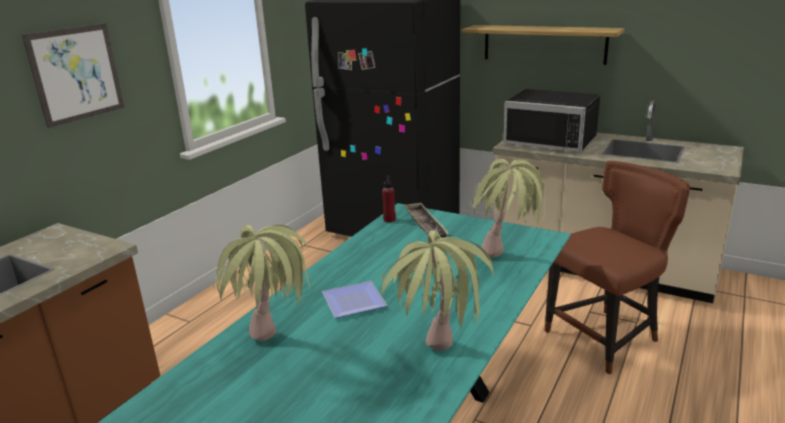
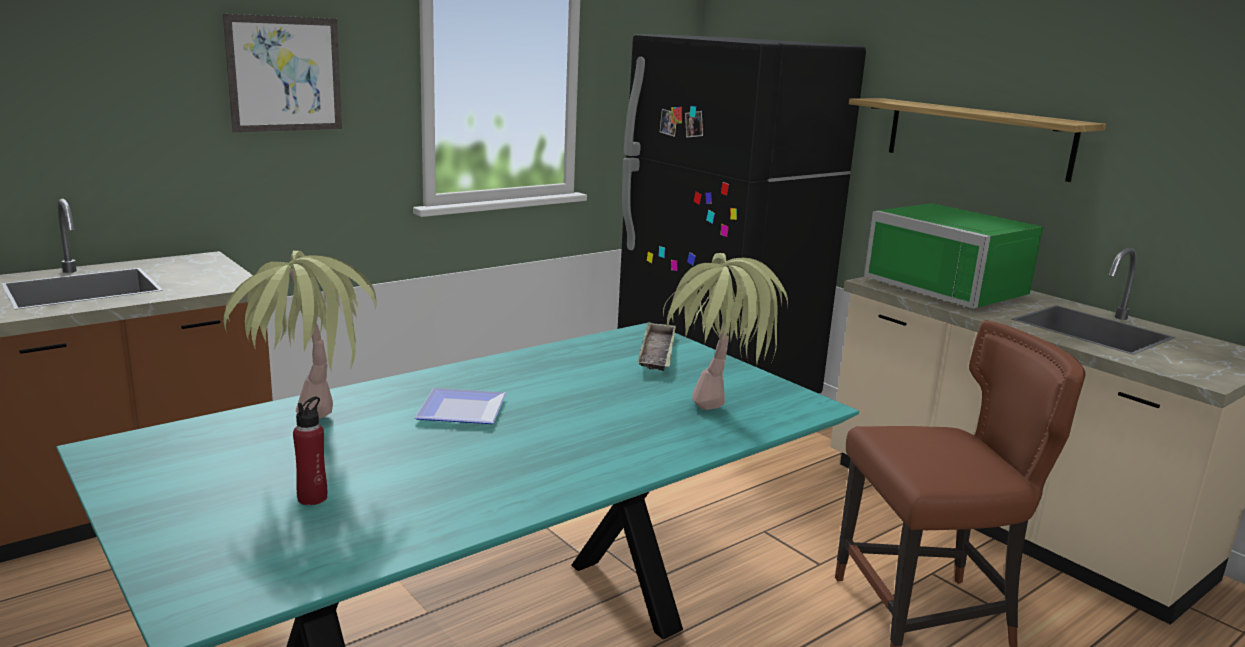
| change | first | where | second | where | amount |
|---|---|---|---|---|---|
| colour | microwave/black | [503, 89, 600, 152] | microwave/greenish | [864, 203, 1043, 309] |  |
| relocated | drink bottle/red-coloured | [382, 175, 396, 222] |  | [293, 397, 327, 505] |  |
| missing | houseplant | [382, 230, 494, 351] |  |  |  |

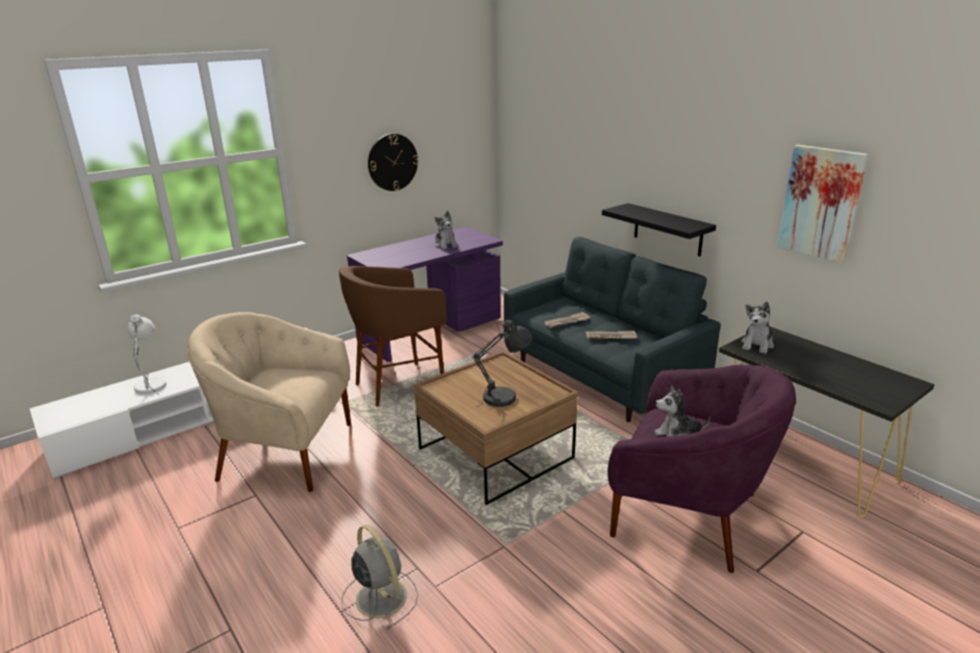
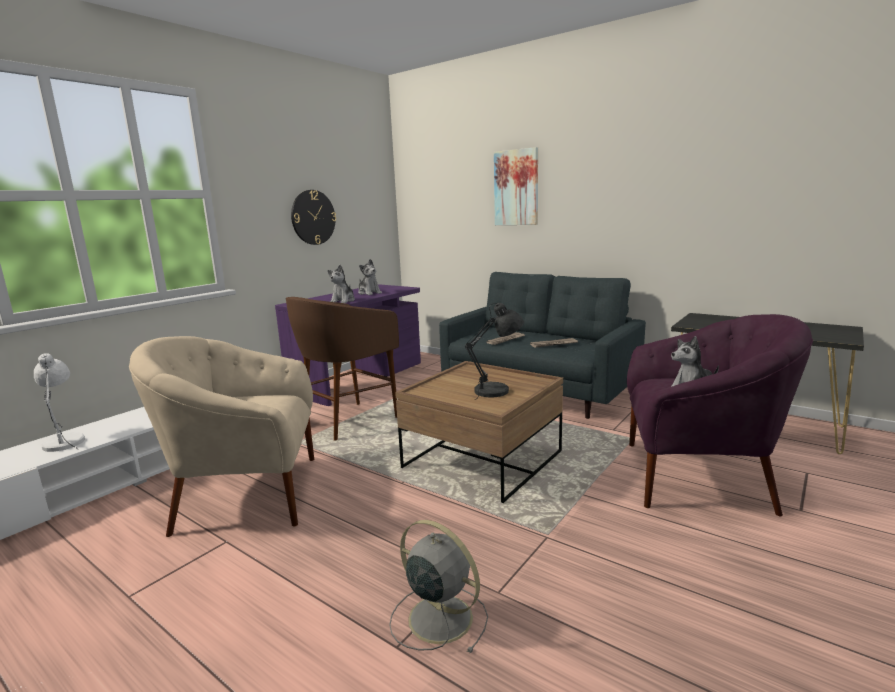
| change | first | where | second | where | amount |
|---|---|---|---|---|---|
| relocated | wall picture | [777, 145, 869, 263] |  | [494, 147, 538, 225] |  |
| missing | bracket shelf/black | [602, 203, 716, 256] |  |  |  |
| relocated | cuddly toy | [741, 302, 774, 354] |  | [328, 265, 355, 303] |  |

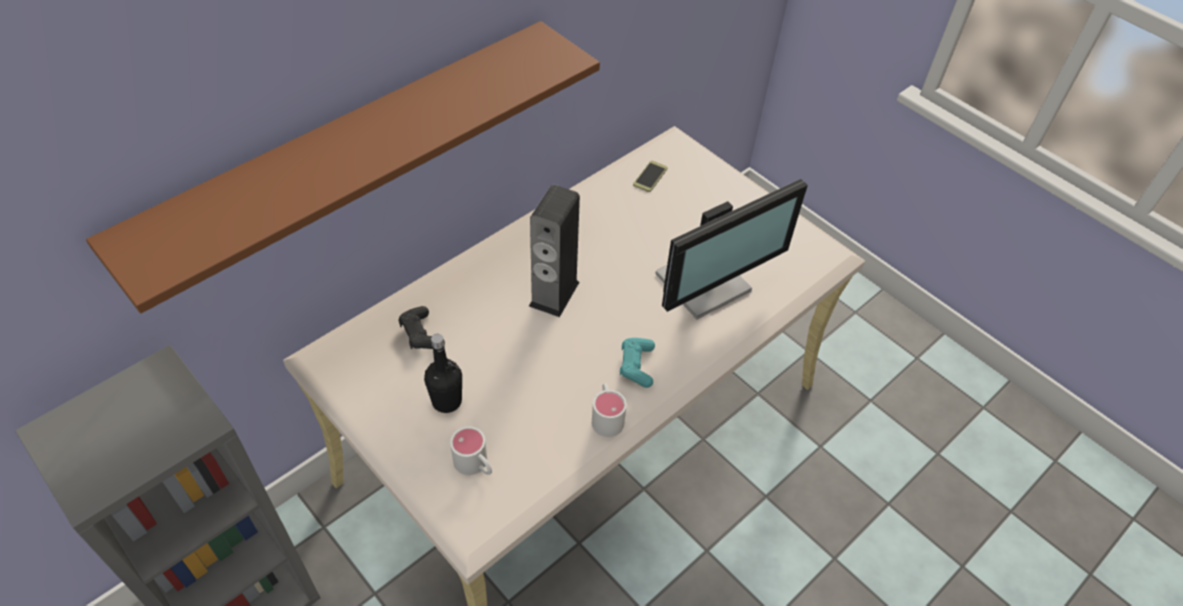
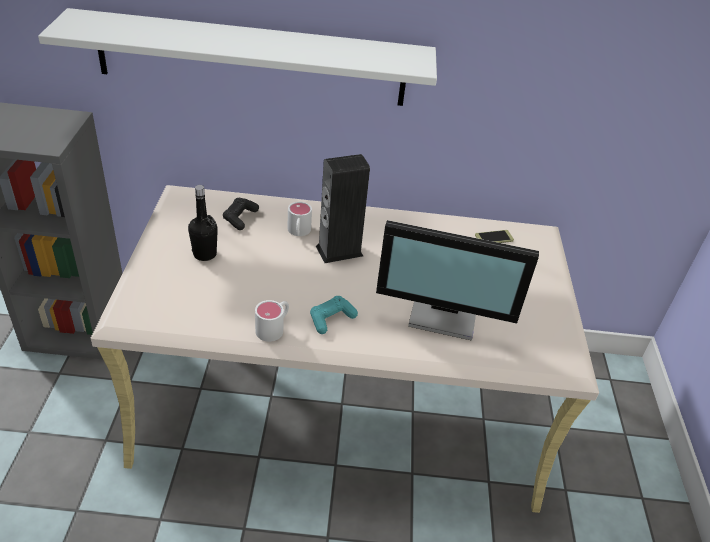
| change | first | where | second | where | amount |
|---|---|---|---|---|---|
| colour | bracket shelf/brown-coloured | [86, 21, 600, 313] | bracket shelf/white-coloured | [38, 8, 437, 106] |  |
| relocated | tea mug/white-coloured | [450, 426, 492, 475] |  | [287, 202, 312, 236] |  |

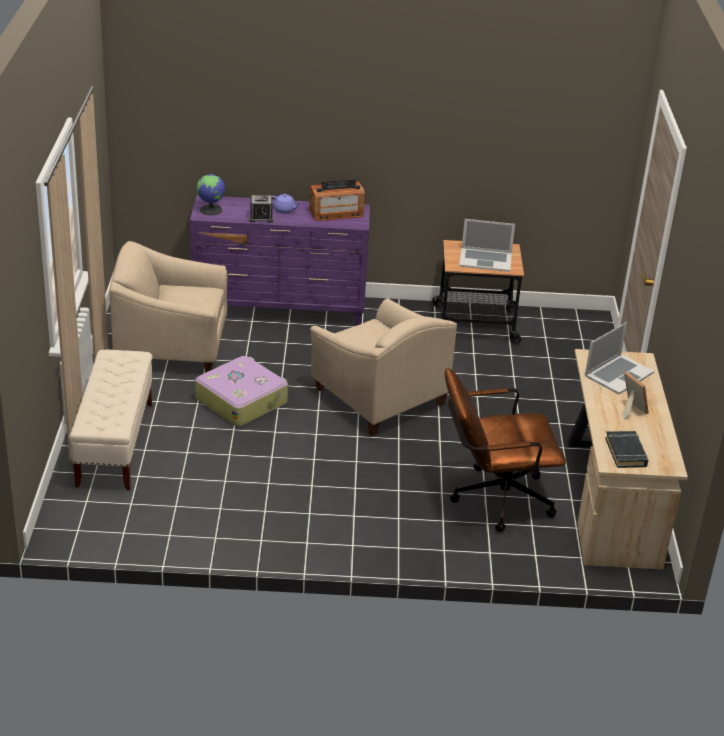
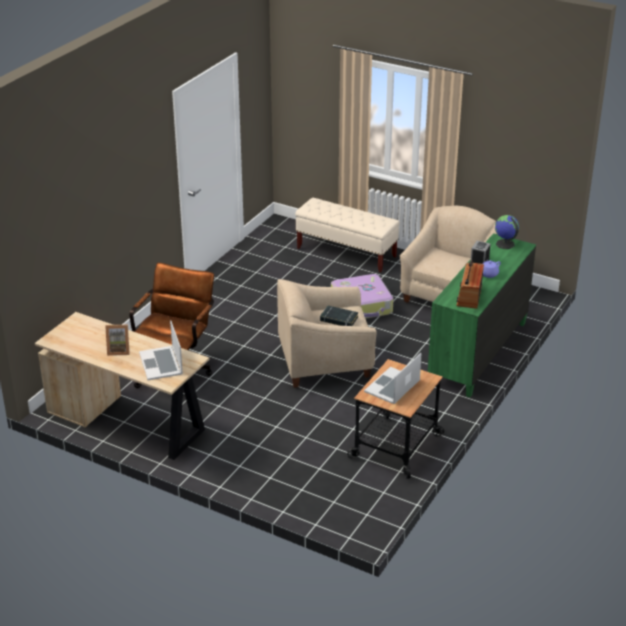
| change | first | where | second | where | amount |
|---|---|---|---|---|---|
| colour | chest of drawers/purple | [190, 195, 370, 325] | chest of drawers/greenish | [428, 233, 536, 397] |  |
| relocated | volume/black | [605, 431, 648, 468] |  | [320, 306, 358, 326] |  |

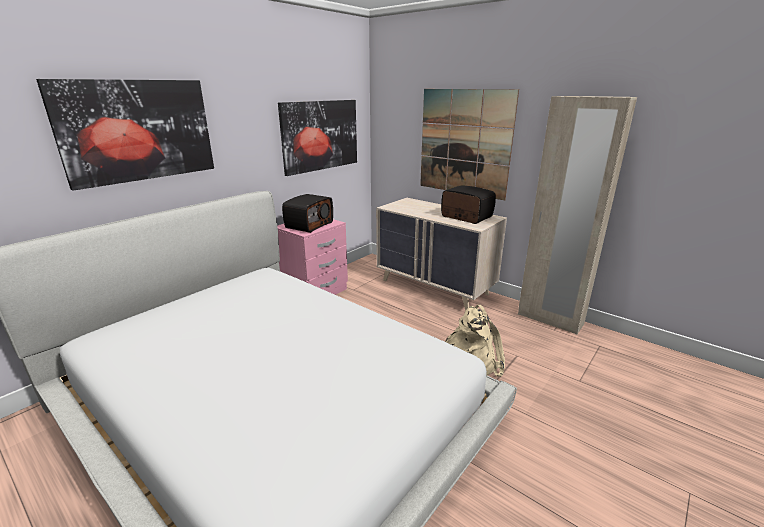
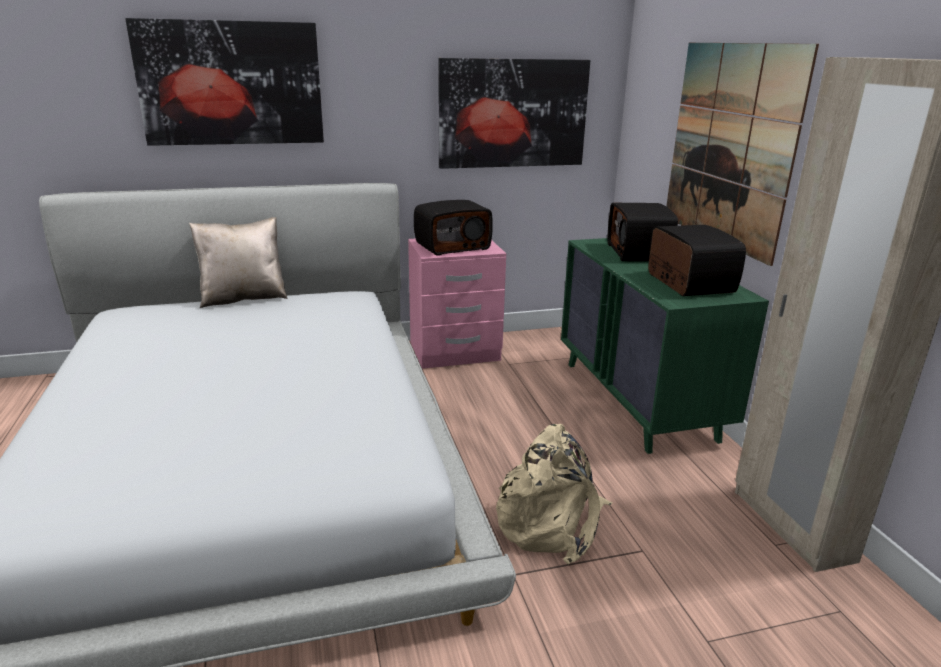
| change | first | where | second | where | amount |
|---|---|---|---|---|---|
| colour | chest of drawers/beige-coloured | [376, 198, 507, 310] | chest of drawers/greenish | [561, 238, 769, 454] |  |
| appeared |  |  | radio | [607, 203, 678, 262] |  |
| appeared |  |  | pillow/beige-coloured | [189, 217, 288, 308] |  |

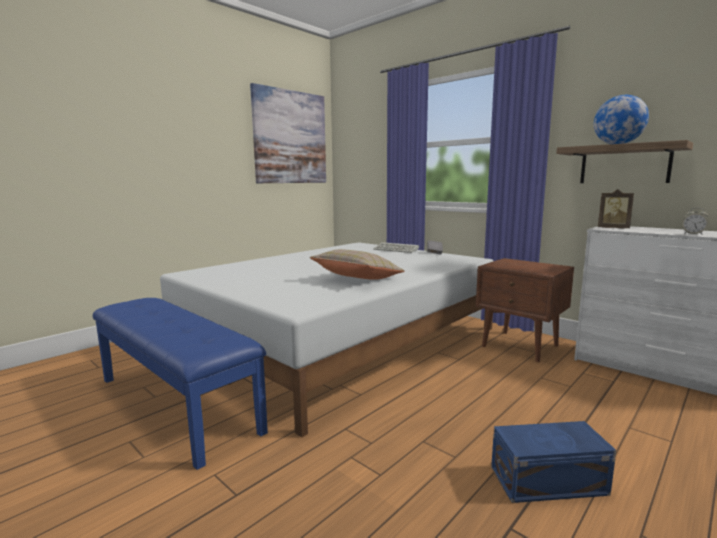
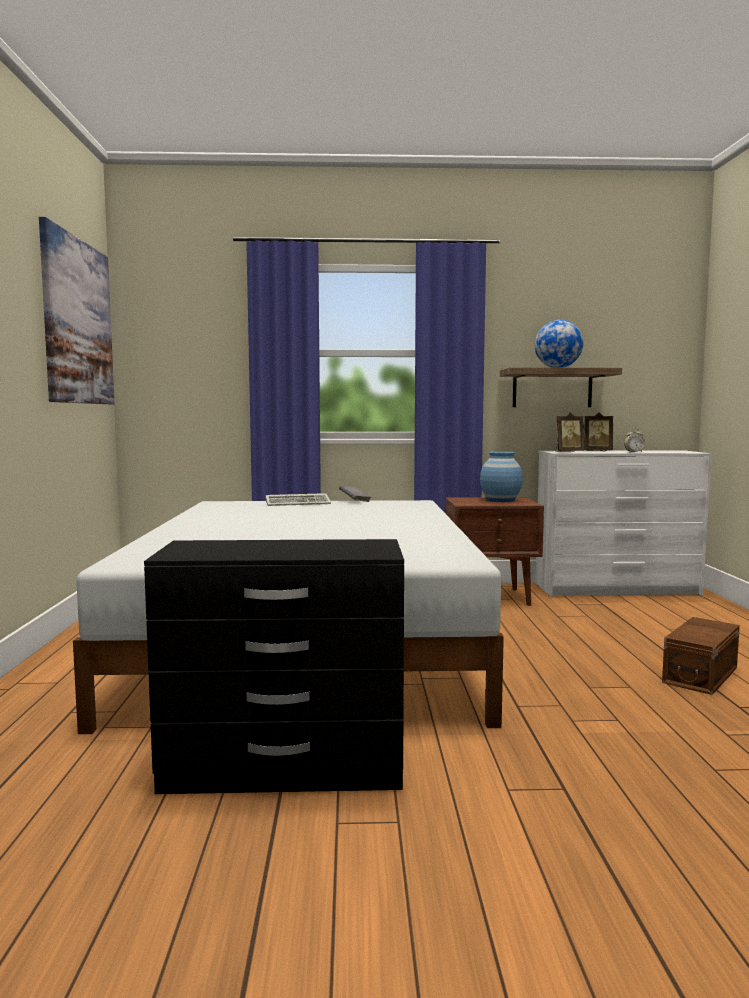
| change | first | where | second | where | amount |
|---|---|---|---|---|---|
| missing | pillow/beige-coloured | [310, 249, 405, 280] |  |  |  |
| exchanged | indoor bench/blue | [93, 298, 268, 470] | chest of drawers/black | [144, 539, 404, 794] |  |
| colour | storage box/blue | [491, 421, 616, 503] | storage box/brown-coloured | [662, 617, 740, 695] |  |
| appeared |  |  | standing frame | [584, 412, 613, 451] |  |
| appeared |  |  | decorative vase/blue | [480, 451, 523, 502] |  |

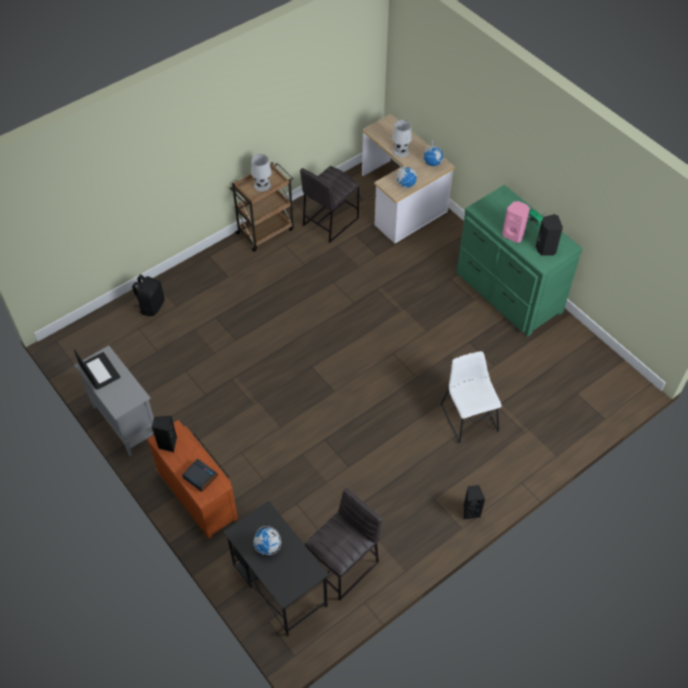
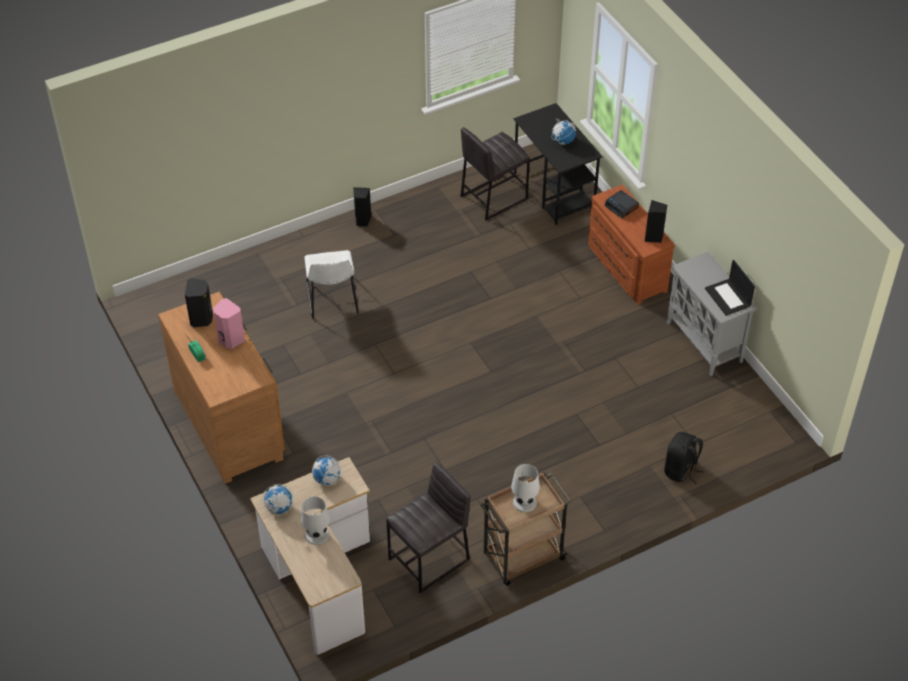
| change | first | where | second | where | amount |
|---|---|---|---|---|---|
| colour | chest of drawers/greenish | [457, 185, 583, 337] | chest of drawers/brown-coloured | [158, 292, 285, 484] |  |

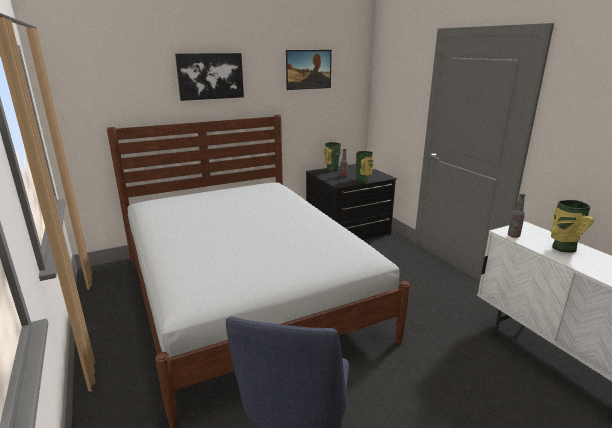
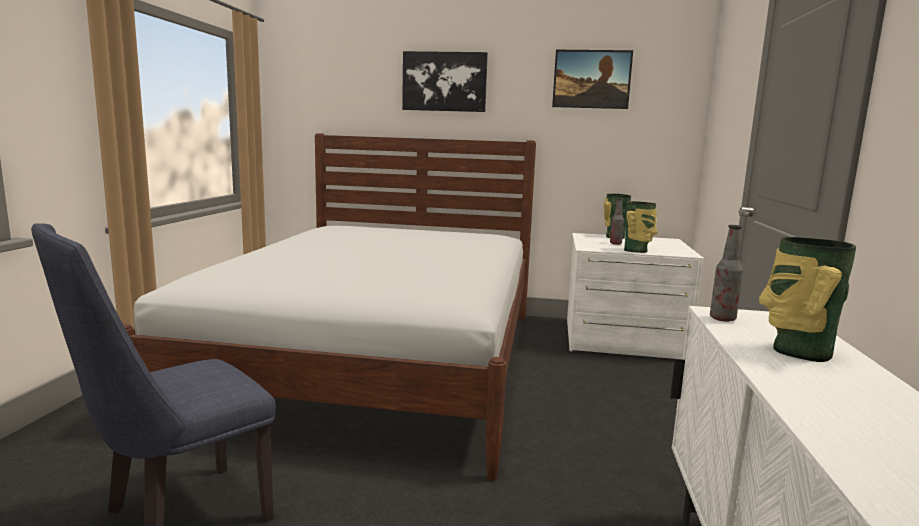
| change | first | where | second | where | amount |
|---|---|---|---|---|---|
| colour | chest of drawers/black | [306, 164, 397, 240] | chest of drawers/white-coloured | [567, 233, 704, 359] |  |

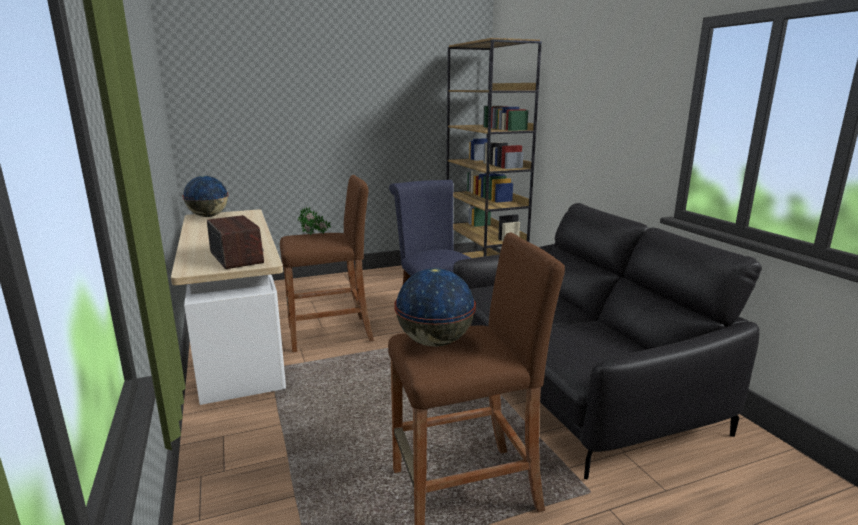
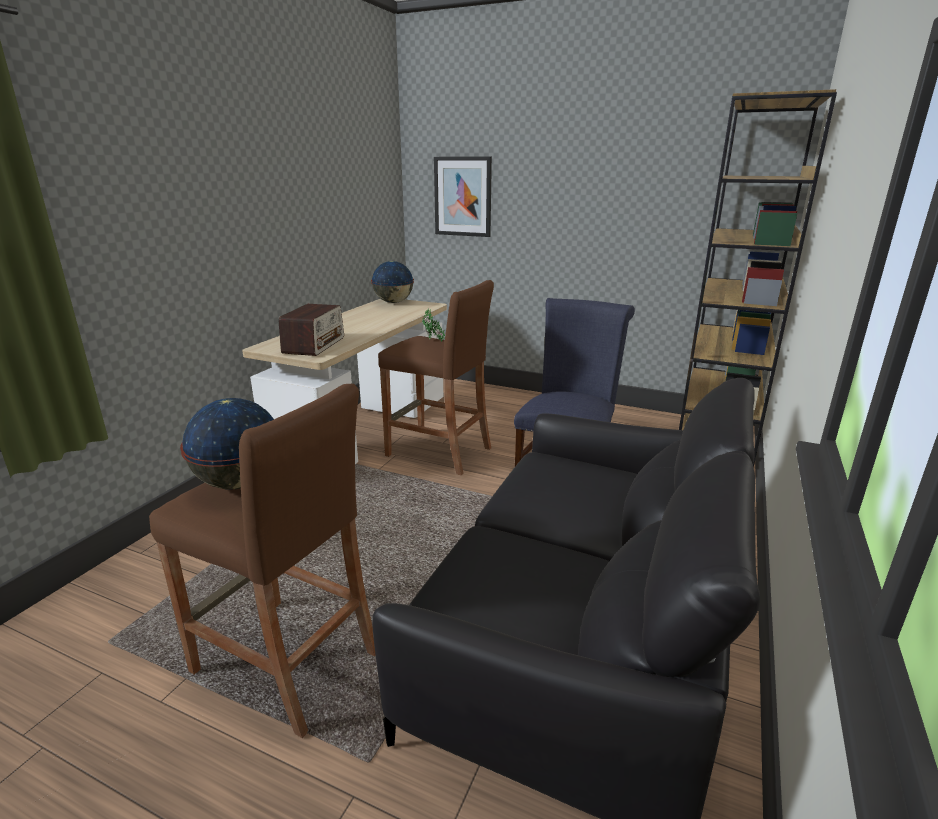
| change | first | where | second | where | amount |
|---|---|---|---|---|---|
| appeared |  |  | wall picture | [434, 157, 492, 237] |  |

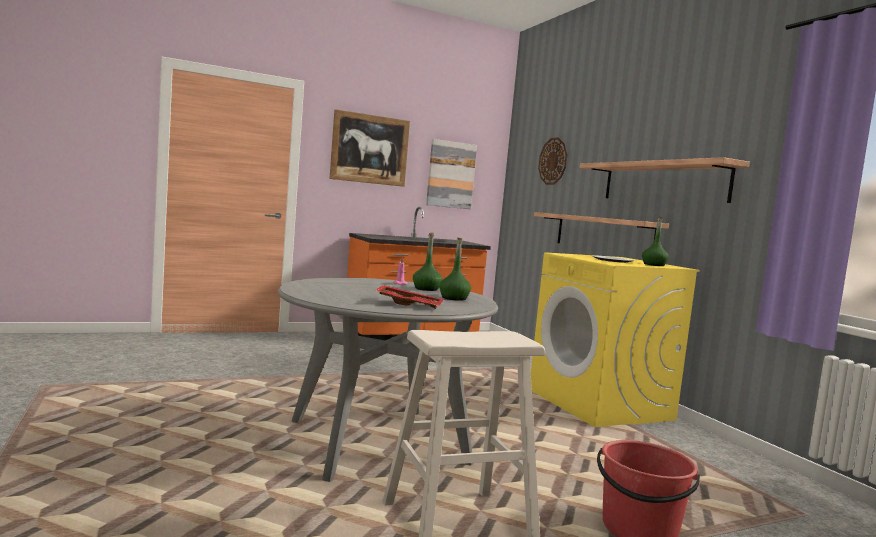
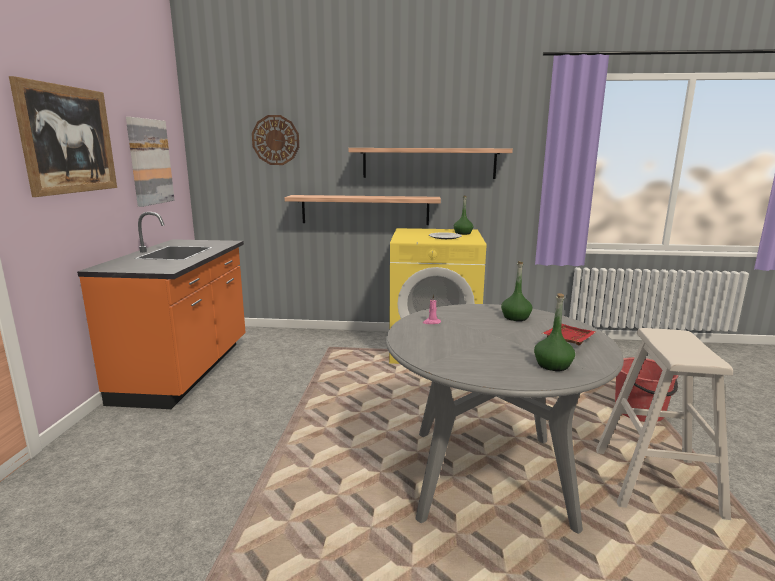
| change | first | where | second | where | amount |
|---|---|---|---|---|---|
| relocated | drink bottle/greenish | [413, 233, 442, 291] |  | [534, 293, 575, 371] |  |

